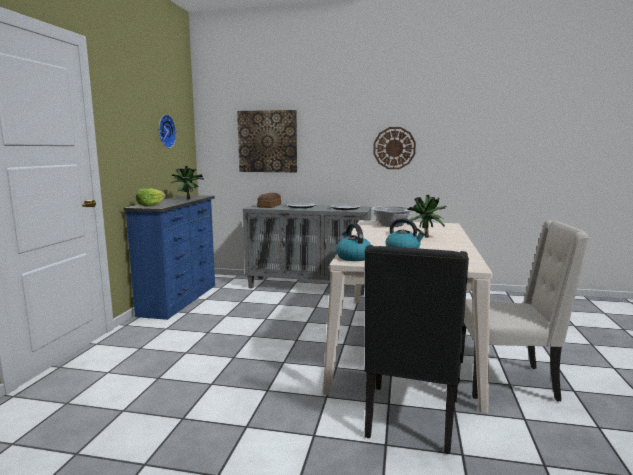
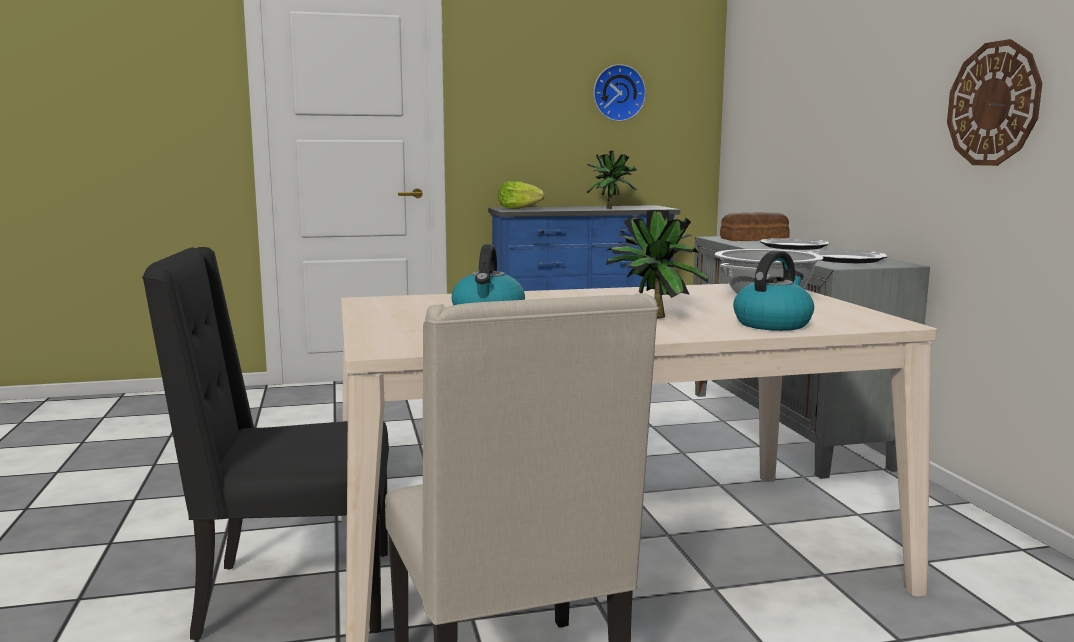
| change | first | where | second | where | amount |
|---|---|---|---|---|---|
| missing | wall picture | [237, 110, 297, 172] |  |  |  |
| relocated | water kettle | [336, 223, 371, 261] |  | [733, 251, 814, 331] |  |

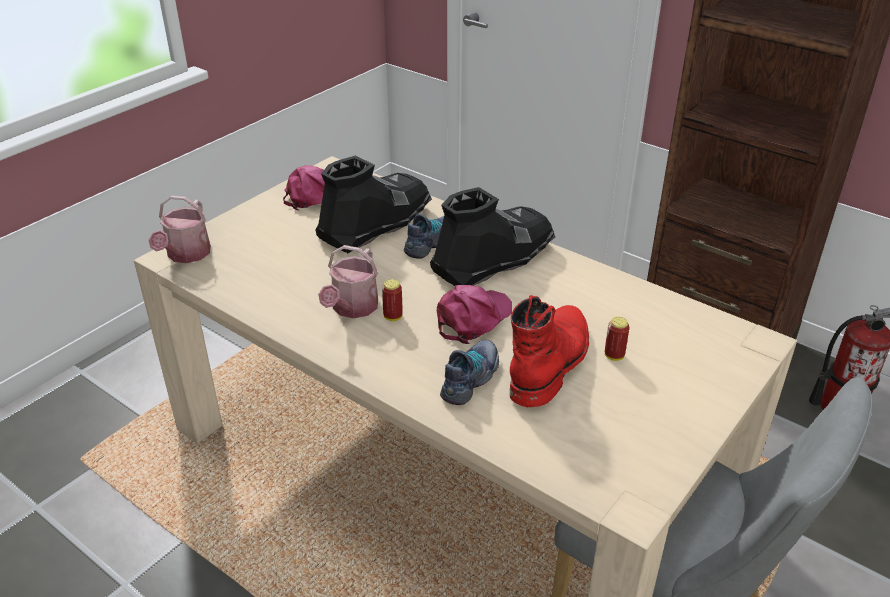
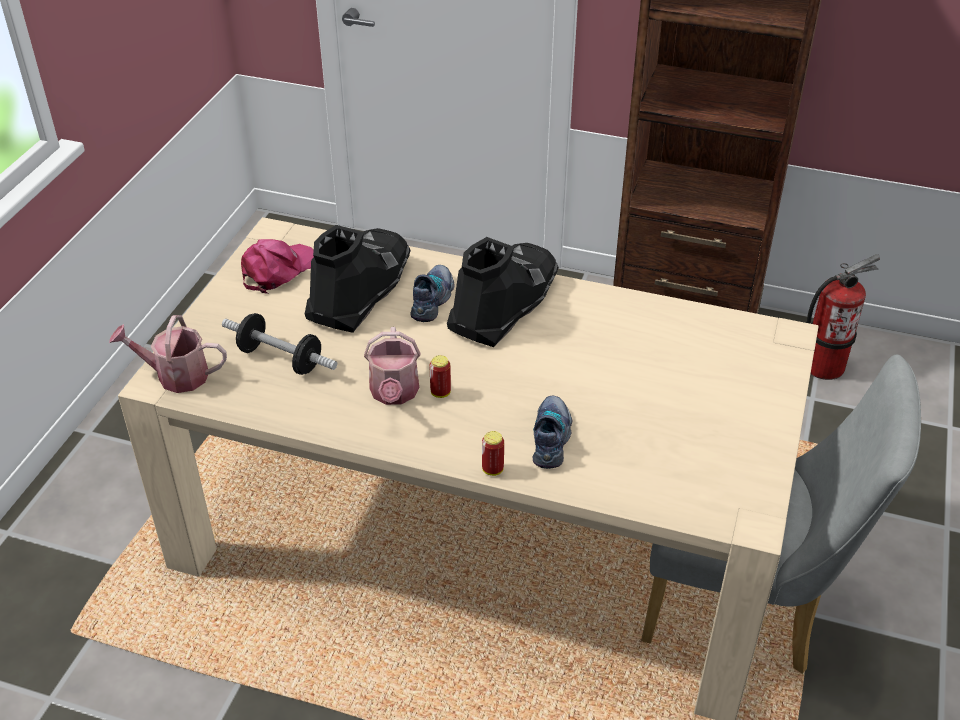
| change | first | where | second | where | amount |
|---|---|---|---|---|---|
| spun | watering can | [149, 196, 211, 263] |  | [109, 315, 227, 393] | 105 degrees clockwise |
| missing | cap/pinkish | [437, 285, 512, 344] |  |  |  |
| missing | boot/red-coloured | [510, 295, 589, 407] |  |  |  |
| relocated | sealed can | [605, 317, 630, 361] |  | [482, 431, 504, 476] |  |
| appeared |  |  | dumbbell | [222, 313, 337, 375] |  |

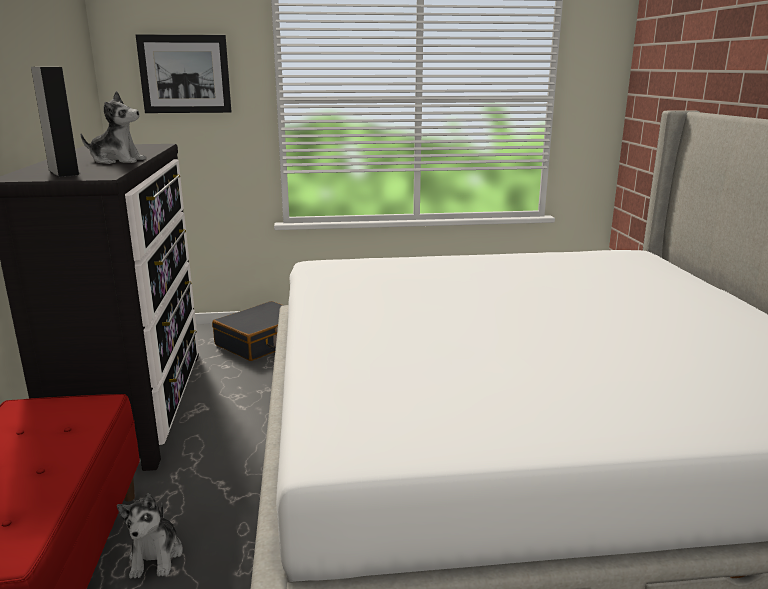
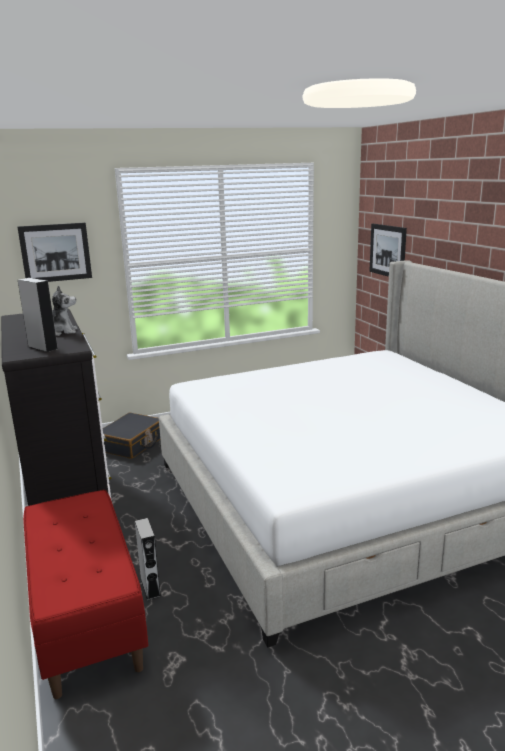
| change | first | where | second | where | amount |
|---|---|---|---|---|---|
| exchanged | cuddly toy | [117, 493, 183, 578] | loudspeaker/gray | [135, 518, 161, 600] |  |
| appeared |  |  | wall picture | [369, 224, 407, 277] |  |

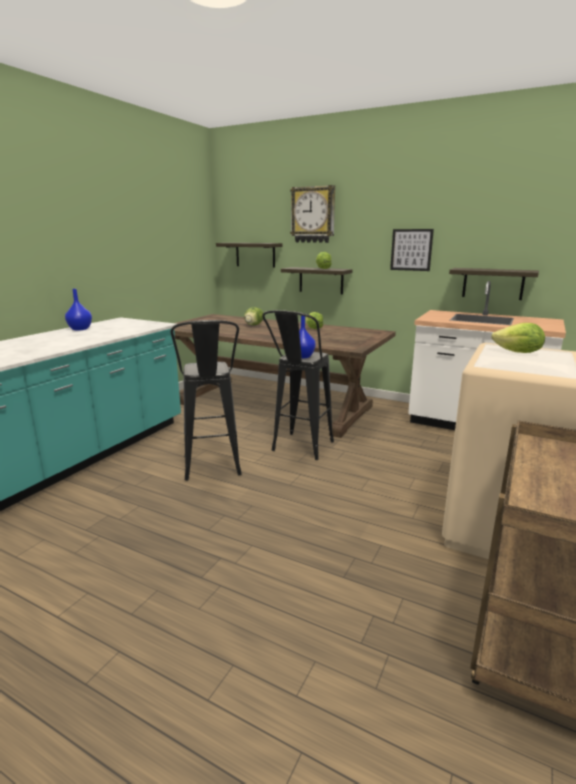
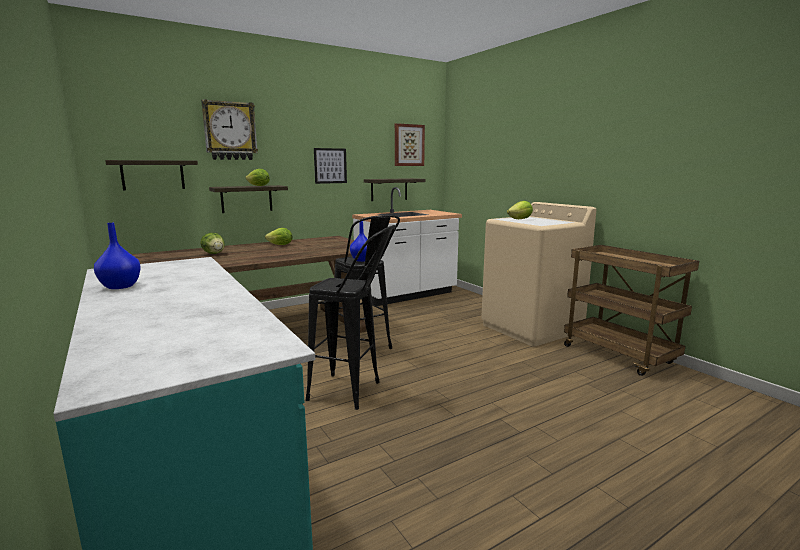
| change | first | where | second | where | amount |
|---|---|---|---|---|---|
| appeared |  |  | wall picture | [395, 123, 425, 166] |  |

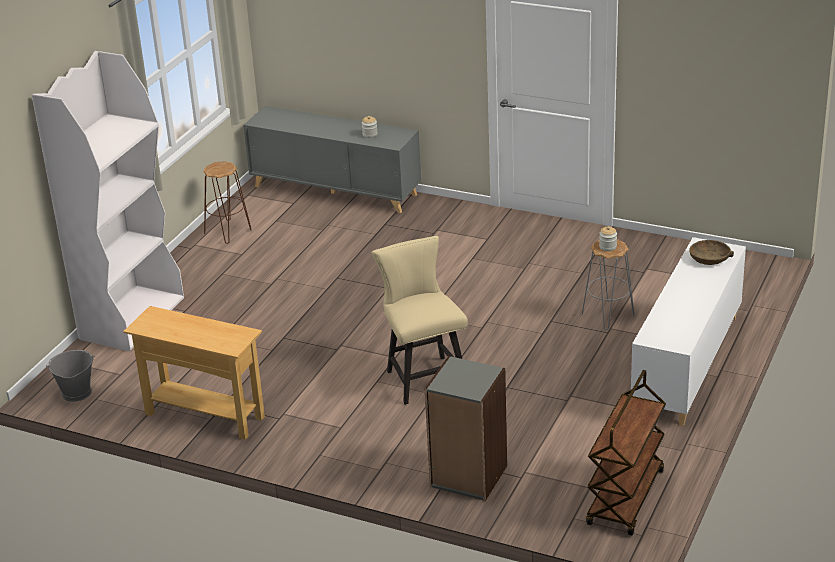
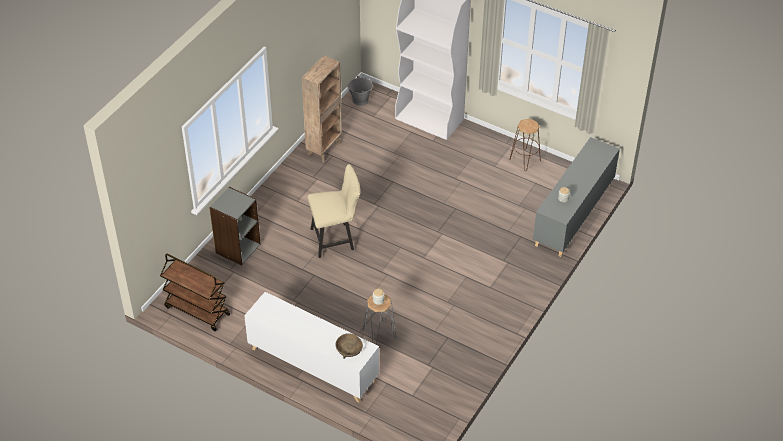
| change | first | where | second | where | amount |
|---|---|---|---|---|---|
| exchanged | console table/beige-coloured | [123, 306, 265, 440] | bookshelf/brown-coloured | [302, 55, 342, 162] |  |

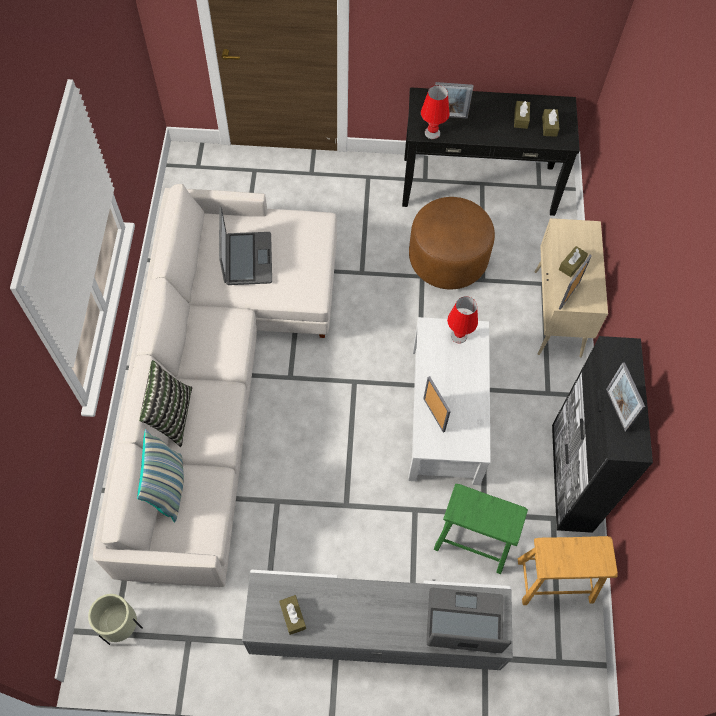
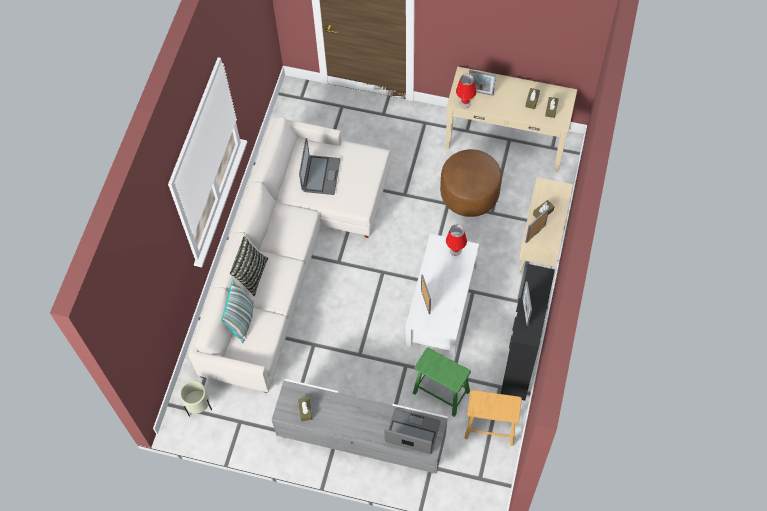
| change | first | where | second | where | amount |
|---|---|---|---|---|---|
| colour | console table/black | [402, 87, 580, 216] | console table/beige-coloured | [445, 67, 577, 172] |  |

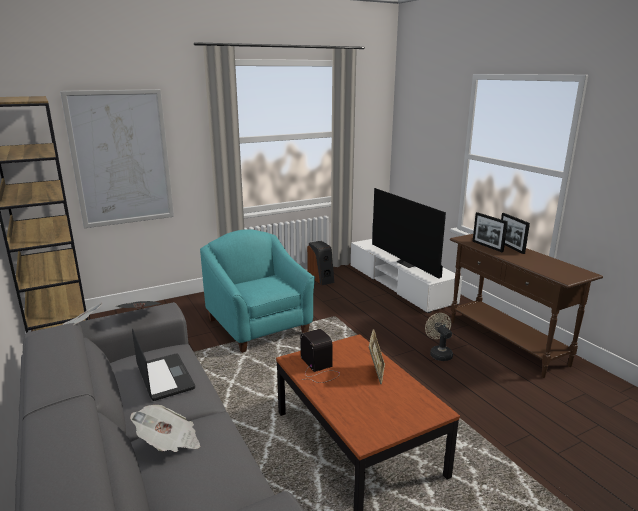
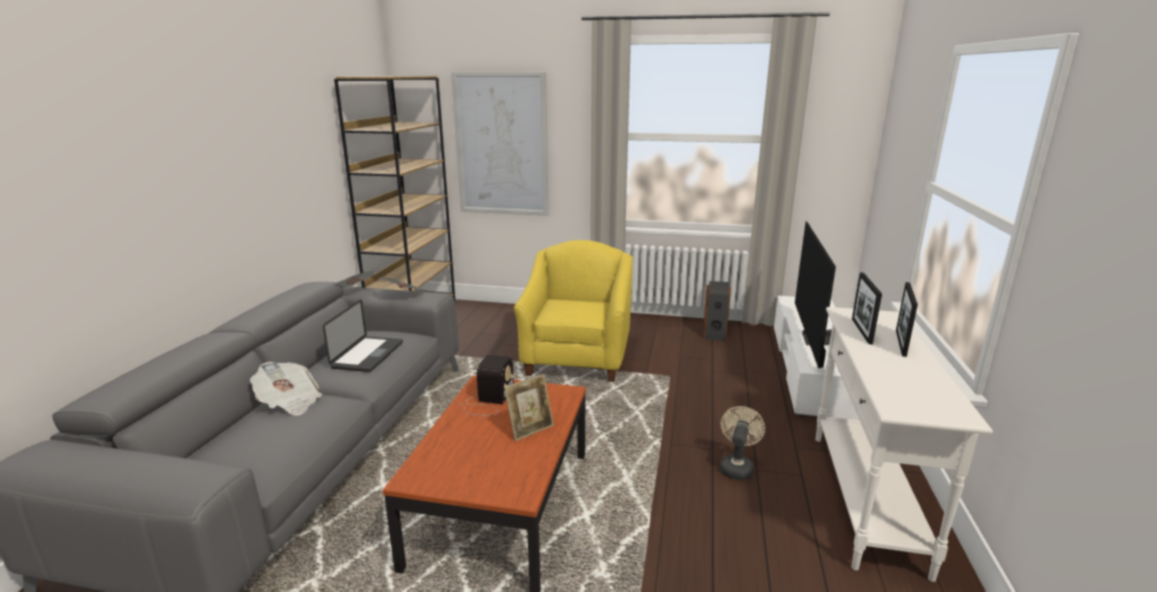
| change | first | where | second | where | amount |
|---|---|---|---|---|---|
| colour | easy chair/turquoise-coloured | [200, 229, 315, 353] | easy chair/yellow-coloured | [514, 240, 632, 382] |  |
| colour | console table/brown-coloured | [450, 234, 603, 378] | console table/white-coloured | [815, 307, 993, 582] |  |

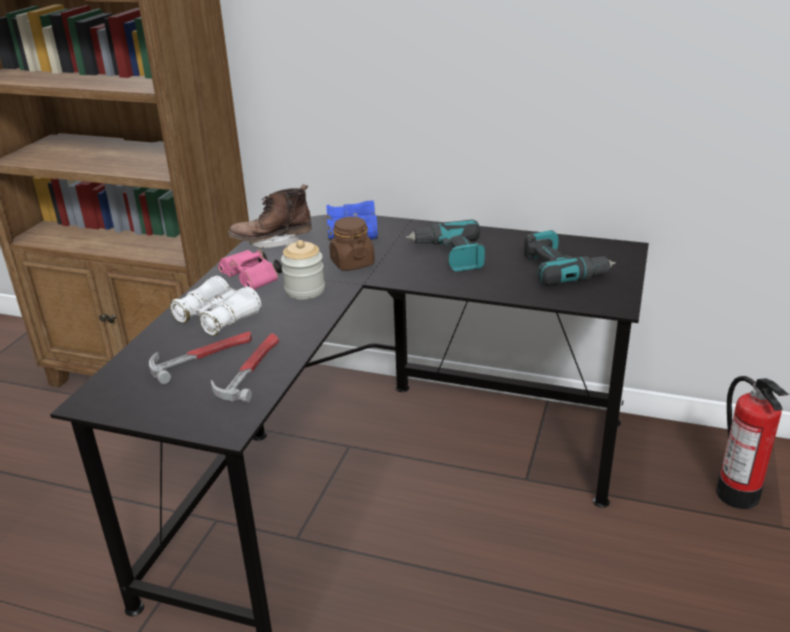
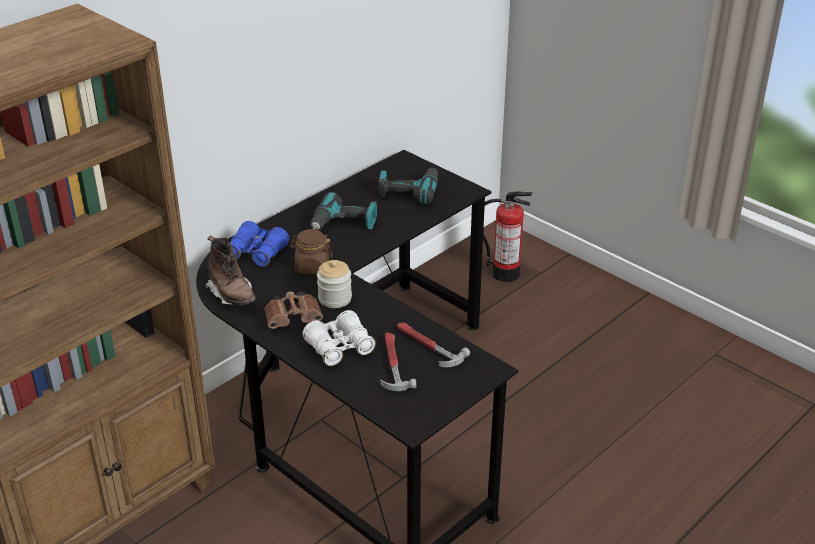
| change | first | where | second | where | amount |
|---|---|---|---|---|---|
| spun | boot/brown-coloured | [228, 185, 312, 248] |  | [206, 236, 255, 305] | 45 degrees counterclockwise |
| colour | field glasses/pinkish | [218, 249, 282, 290] | field glasses/brown-coloured | [265, 291, 323, 329] |  |

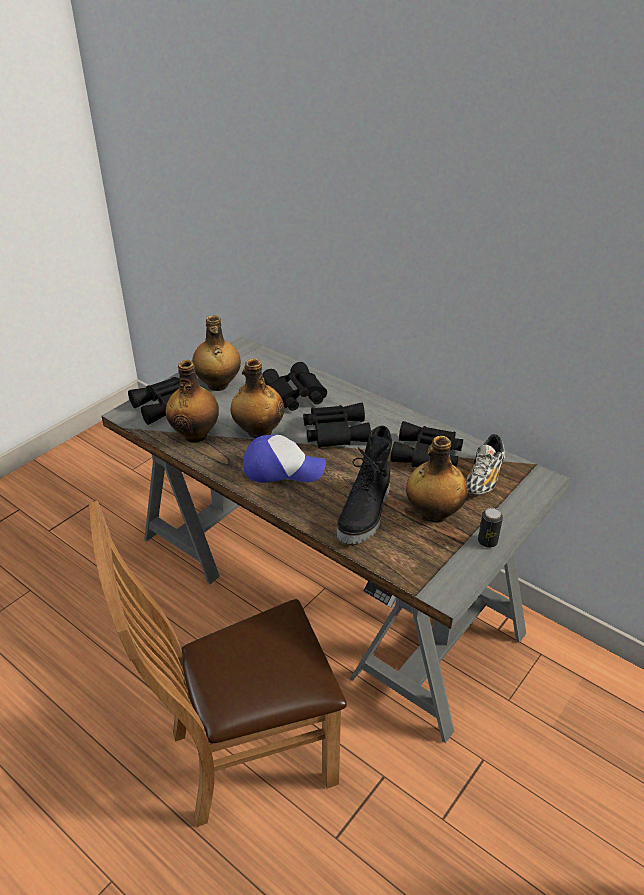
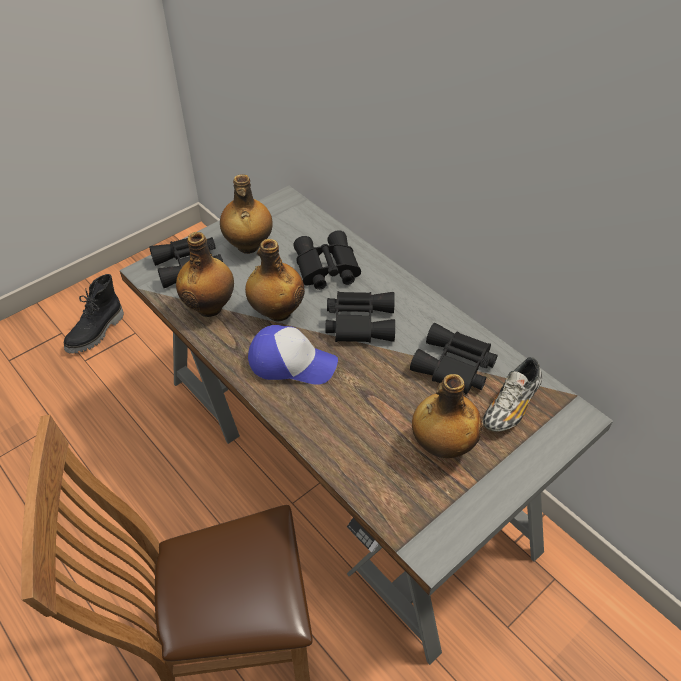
| change | first | where | second | where | amount |
|---|---|---|---|---|---|
| relocated | boot/black | [337, 426, 392, 544] |  | [64, 274, 124, 354] |  |
| missing | sealed can | [478, 508, 503, 548] |  |  |  |

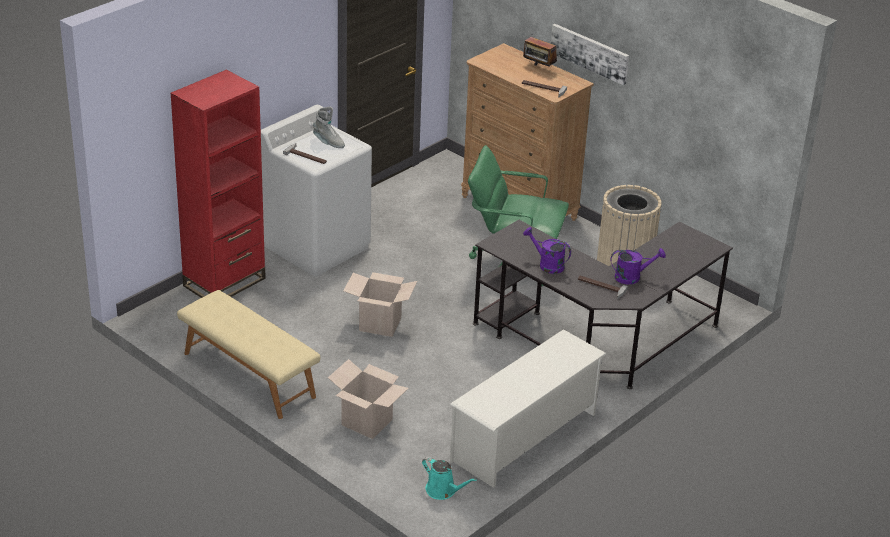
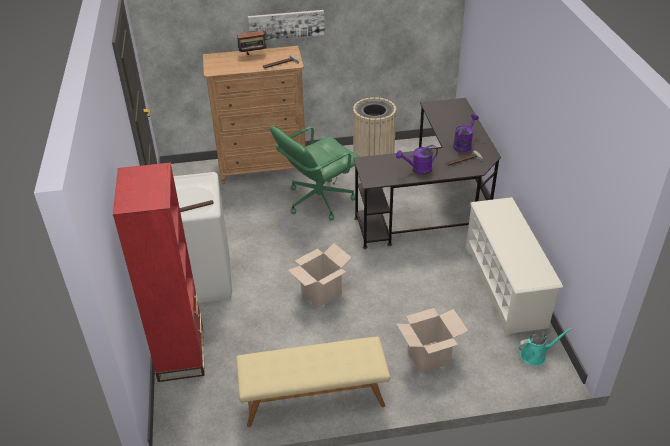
| change | first | where | second | where | amount |
|---|---|---|---|---|---|
| missing | boot/gray | [313, 107, 345, 148] |  |  |  |

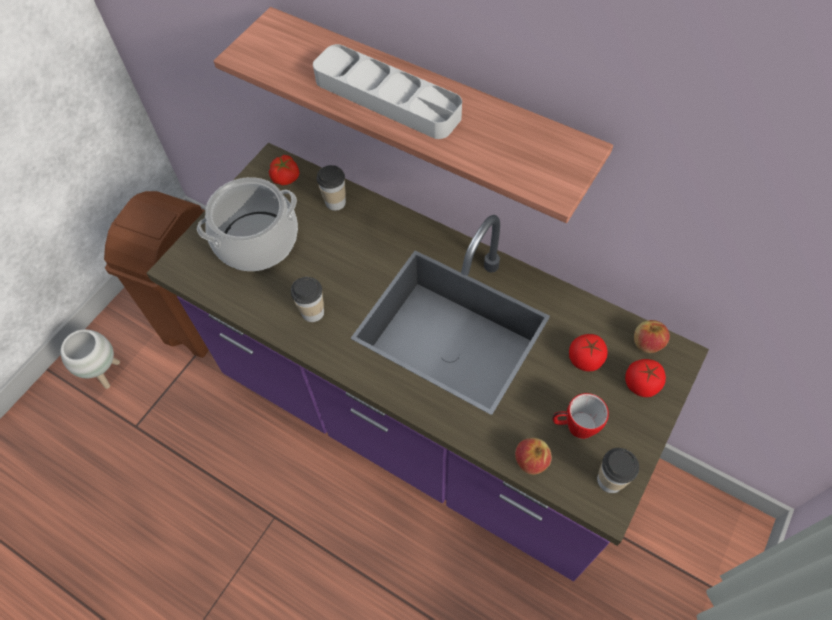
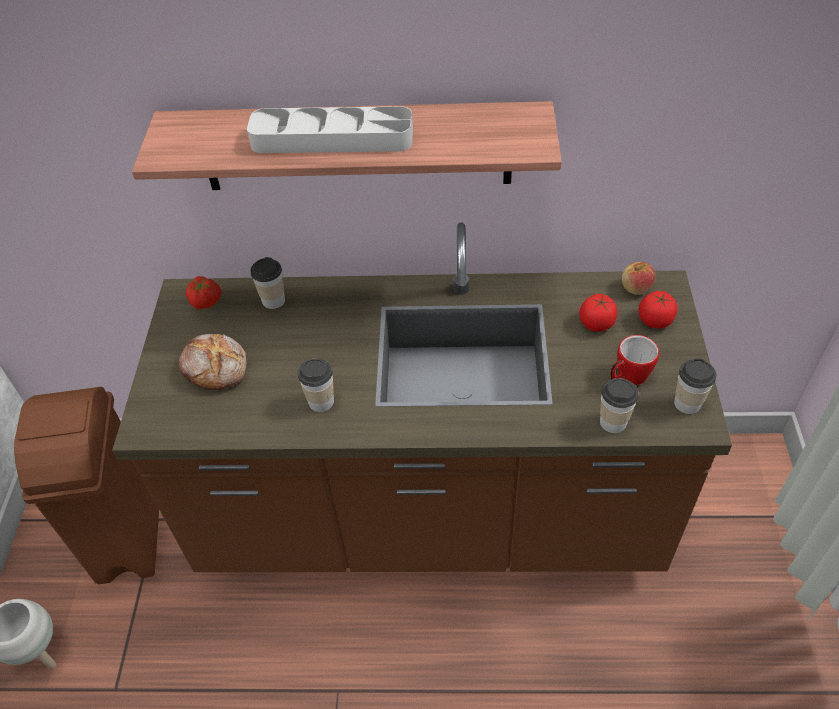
| change | first | where | second | where | amount |
|---|---|---|---|---|---|
| colour | kitchen base unit/purple | [146, 143, 709, 581] | kitchen base unit/brown-coloured | [112, 223, 732, 572] |  |
| exchanged | stockpot | [197, 177, 298, 271] | bread | [179, 334, 247, 390] |  |
| exchanged | whole apple | [515, 438, 552, 475] | small cup | [600, 378, 639, 433] |  |

